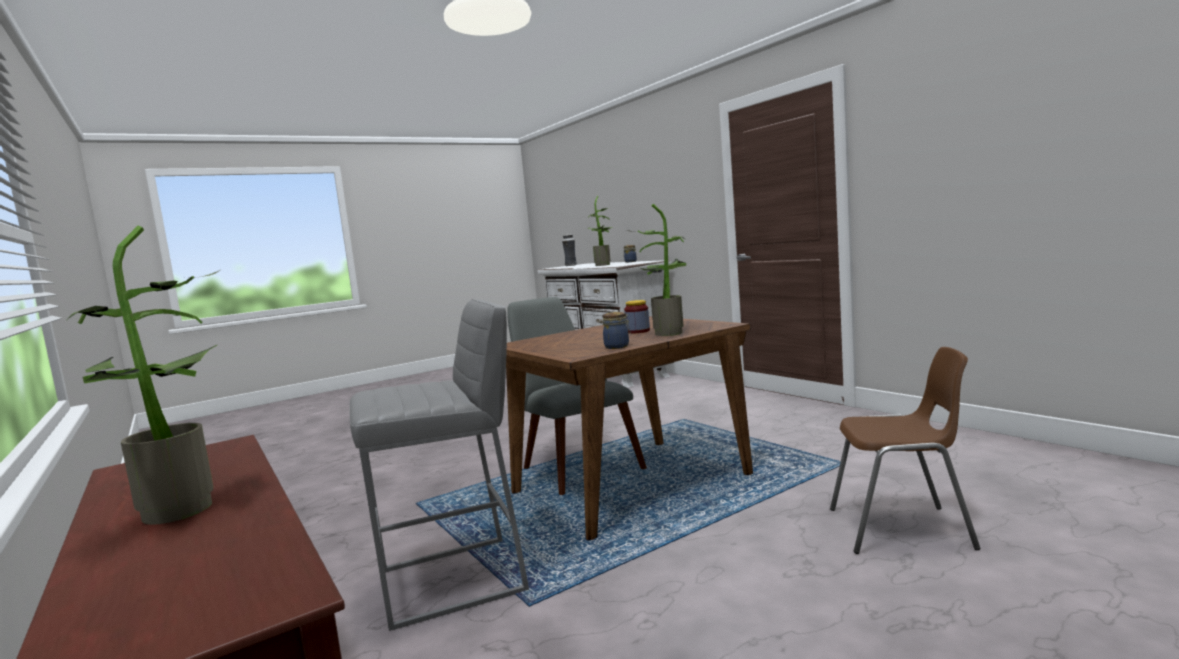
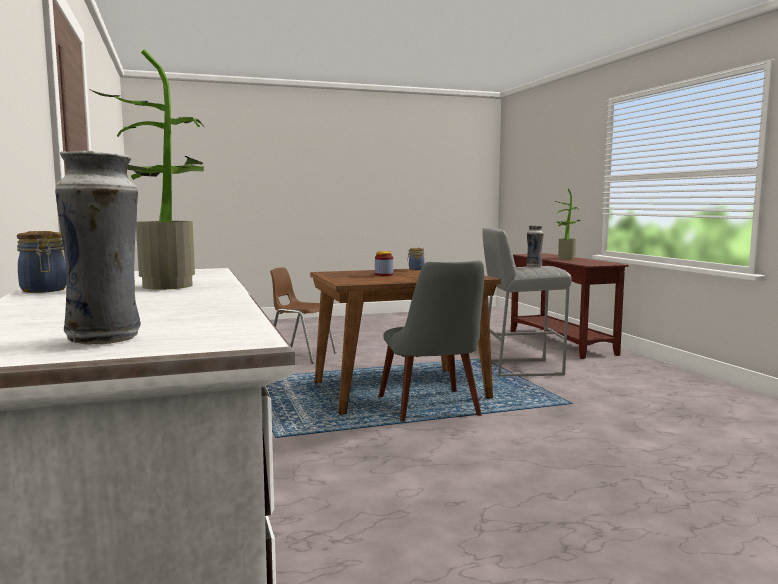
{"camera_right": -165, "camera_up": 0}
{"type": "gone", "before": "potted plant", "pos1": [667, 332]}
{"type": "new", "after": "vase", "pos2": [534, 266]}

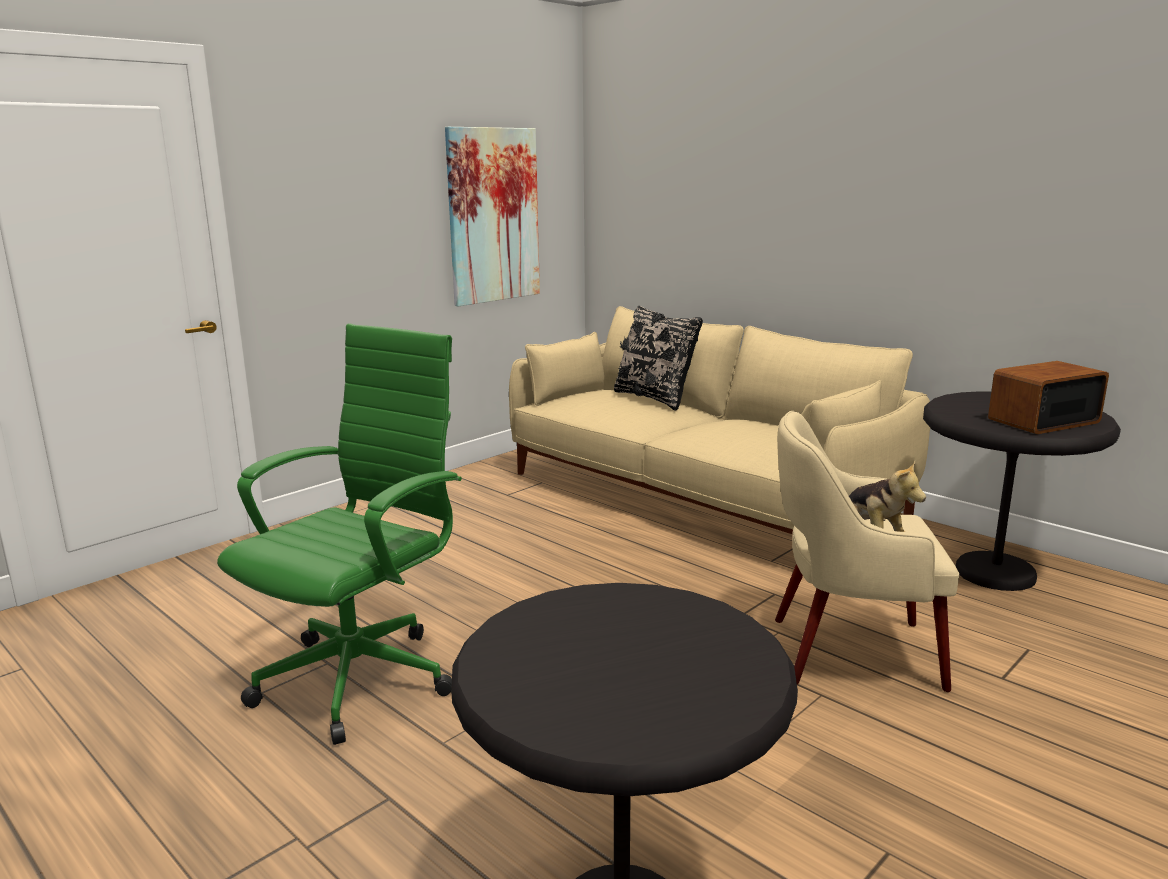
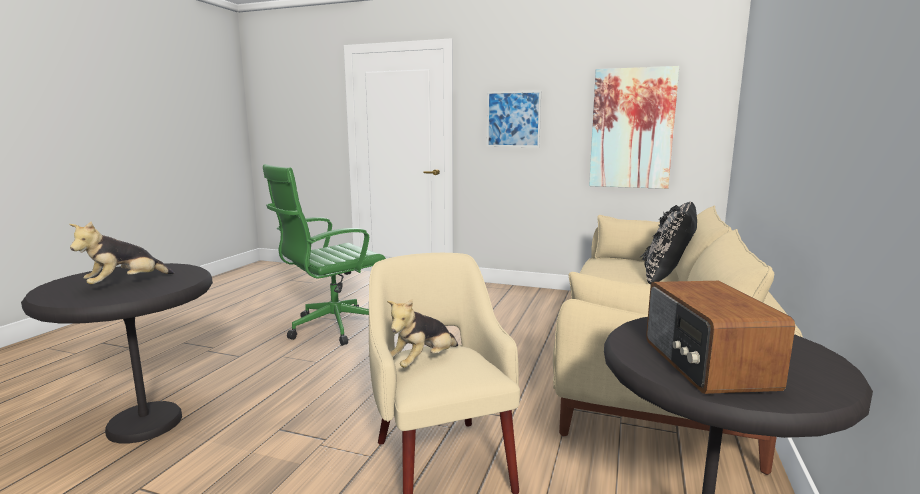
{"camera_right": 65, "camera_up": -5}
{"type": "new", "after": "plush toy", "pos2": [125, 284]}
{"type": "new", "after": "picture", "pos2": [513, 119]}
{"type": "rotated", "before": "office chair/green", "pos1": [362, 676], "pos2": [331, 328], "turn": 135}
{"type": "rotated", "before": "radio", "pos1": [1041, 421], "pos2": [705, 364], "turn": -135}

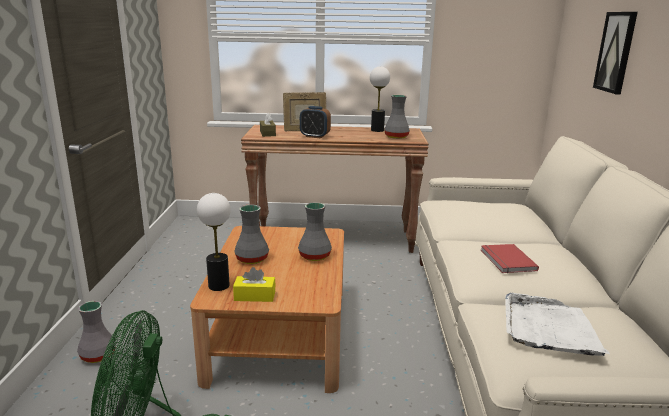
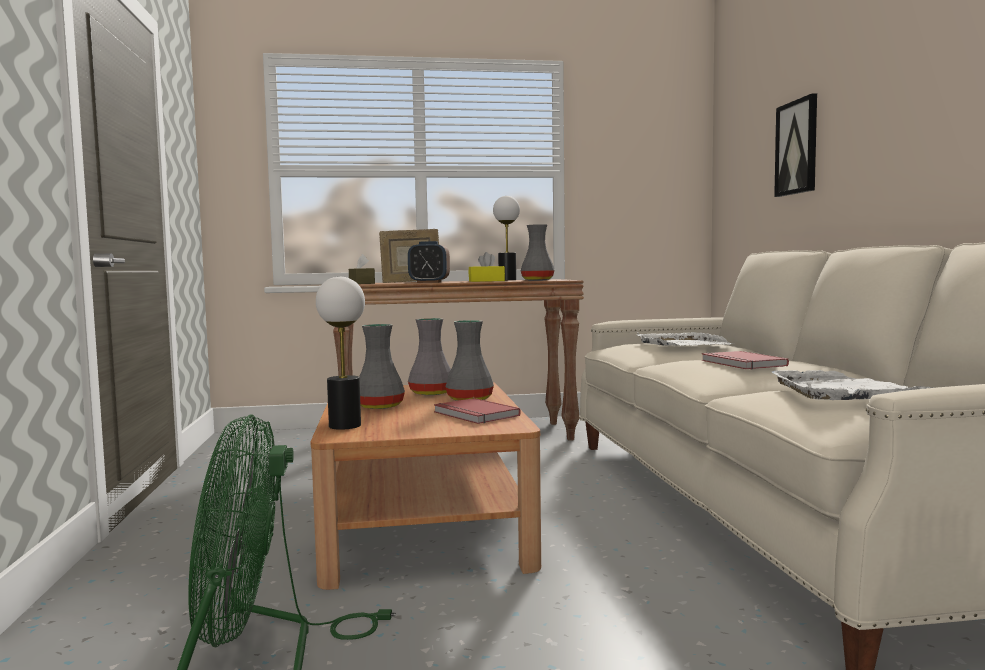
{"camera_right": -10, "camera_up": -15}
{"type": "new", "after": "book/red", "pos2": [474, 414]}
{"type": "new", "after": "tray/white", "pos2": [682, 344]}
{"type": "shifted", "before": "vase/grey", "pos1": [98, 356], "pos2": [432, 393]}
{"type": "shifted", "before": "tissue box/yellow", "pos1": [255, 296], "pos2": [486, 281]}

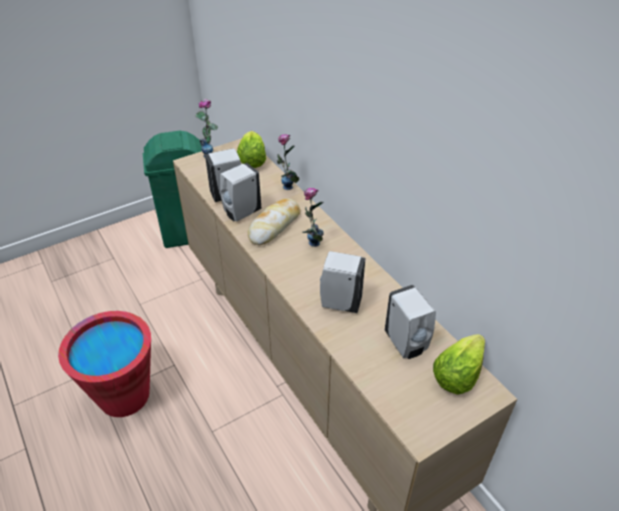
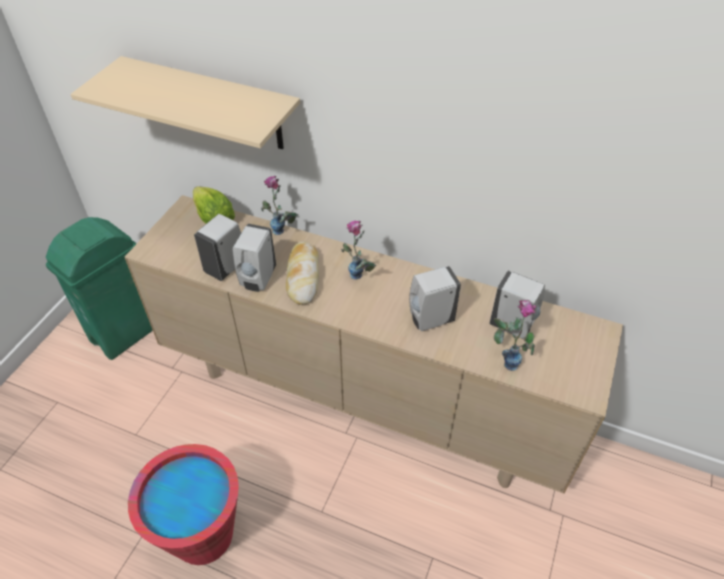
{"camera_right": -35, "camera_up": 5}
{"type": "gone", "before": "lettuce", "pos1": [457, 375]}
{"type": "new", "after": "shelf/beige", "pos2": [212, 104]}
{"type": "shifted", "before": "vase", "pos1": [211, 152], "pos2": [507, 357]}

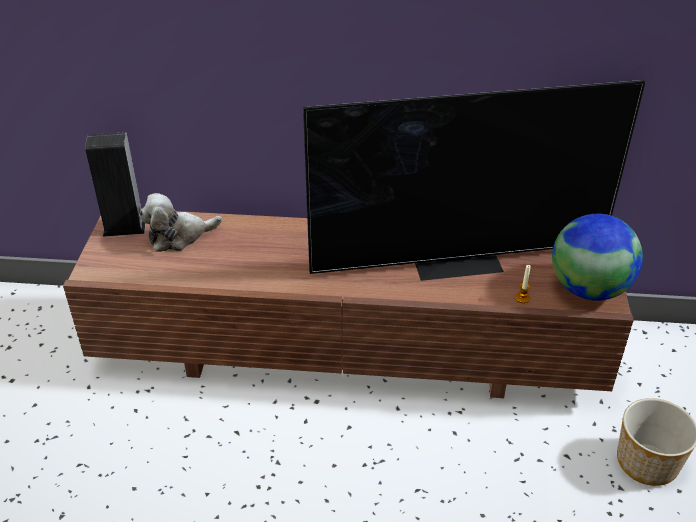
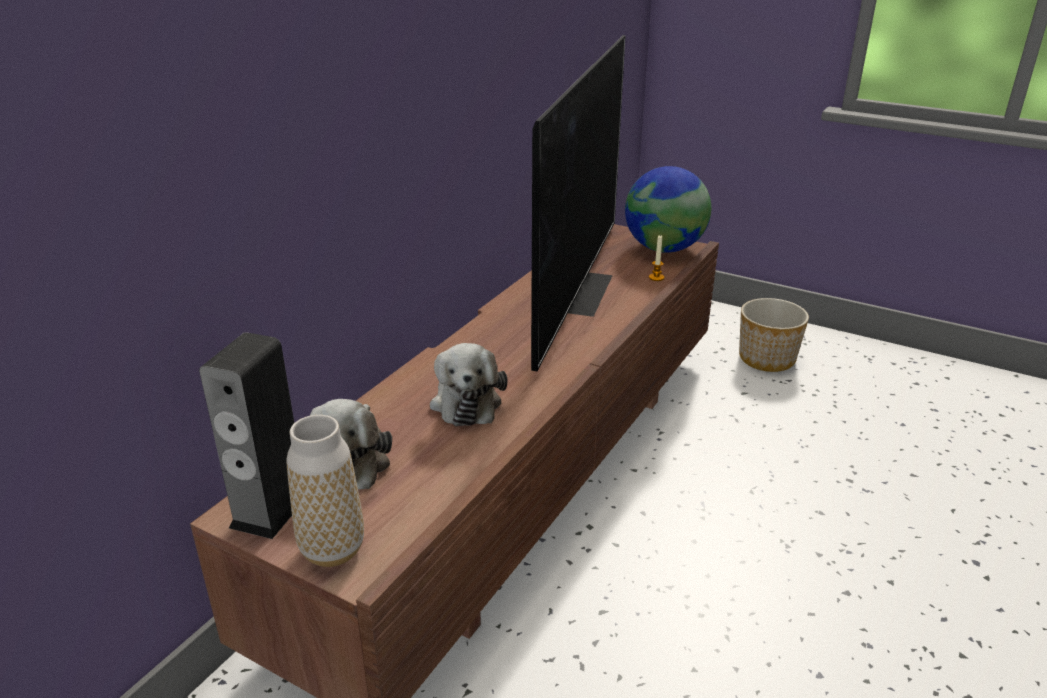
{"camera_right": -65, "camera_up": -10}
{"type": "new", "after": "vase", "pos2": [332, 550]}
{"type": "new", "after": "plush toy", "pos2": [466, 402]}

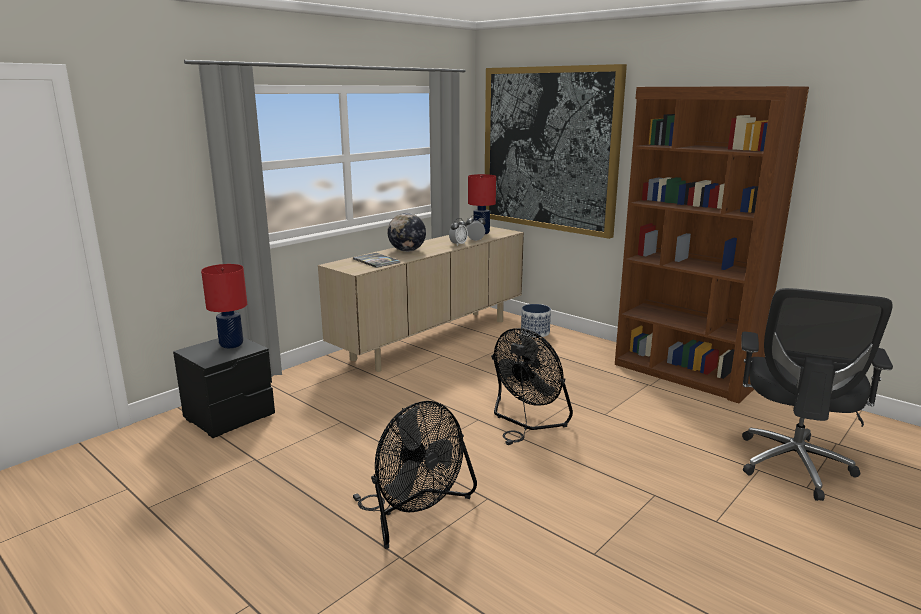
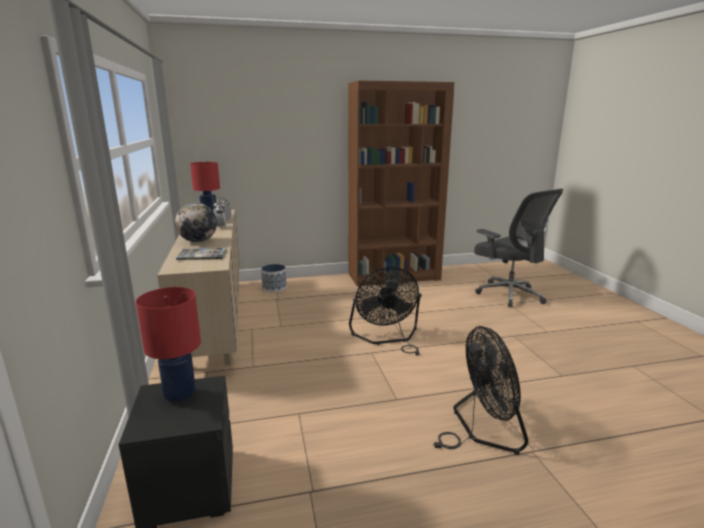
{"camera_right": -55, "camera_up": 0}
{"type": "gone", "before": "picture", "pos1": [549, 149]}

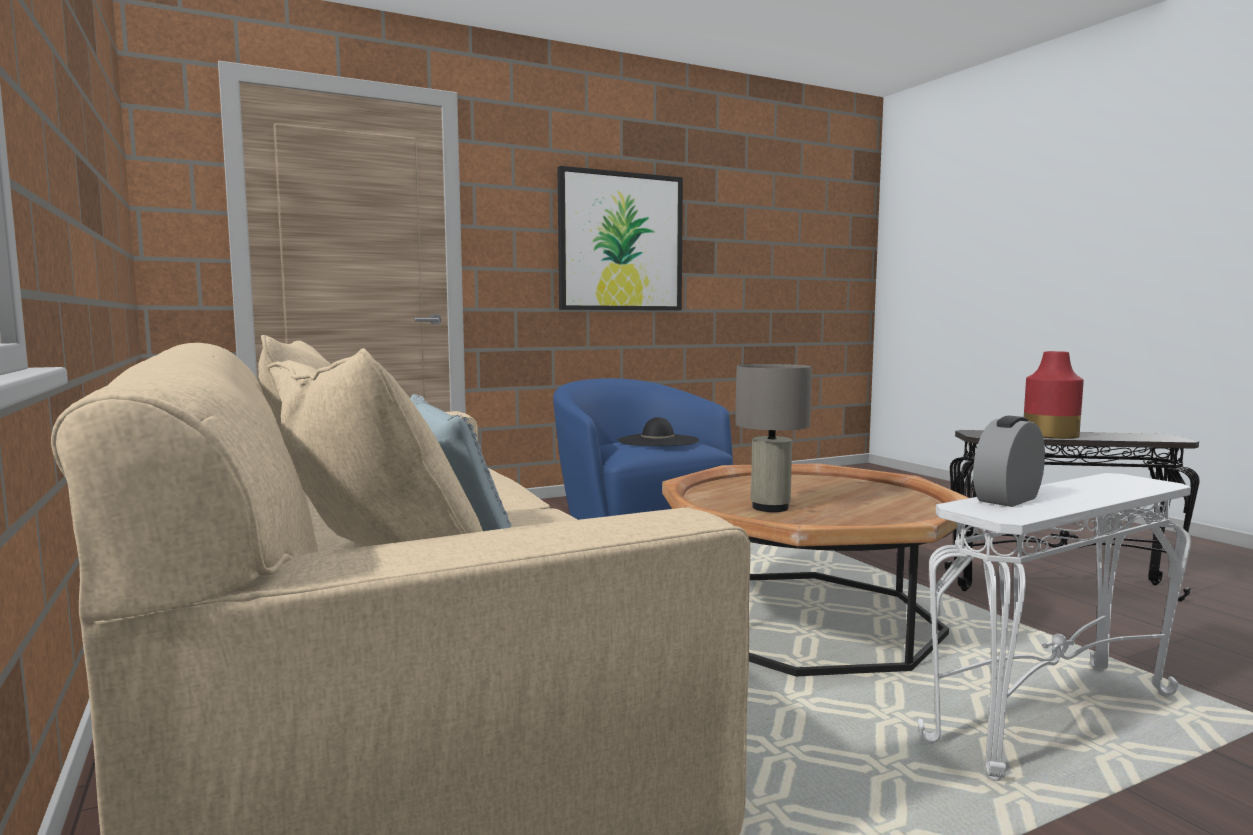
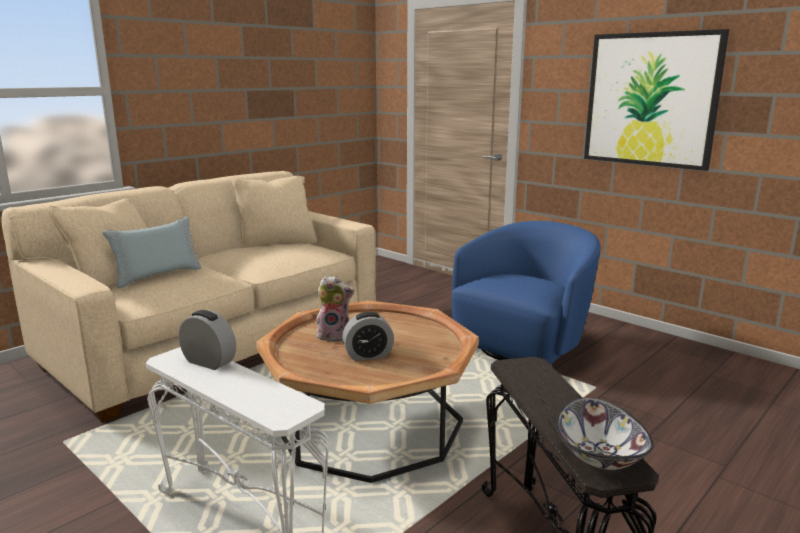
{"camera_right": 70, "camera_up": 10}
{"type": "gone", "before": "hat/black", "pos1": [658, 441]}
{"type": "gone", "before": "vase/red", "pos1": [1050, 434]}
{"type": "new", "after": "alarm clock", "pos2": [368, 355]}
{"type": "new", "after": "bowl", "pos2": [601, 456]}
{"type": "swapped", "before": "table lamp/grey", "after": "plush toy", "pos1": [771, 508], "pos2": [335, 336]}

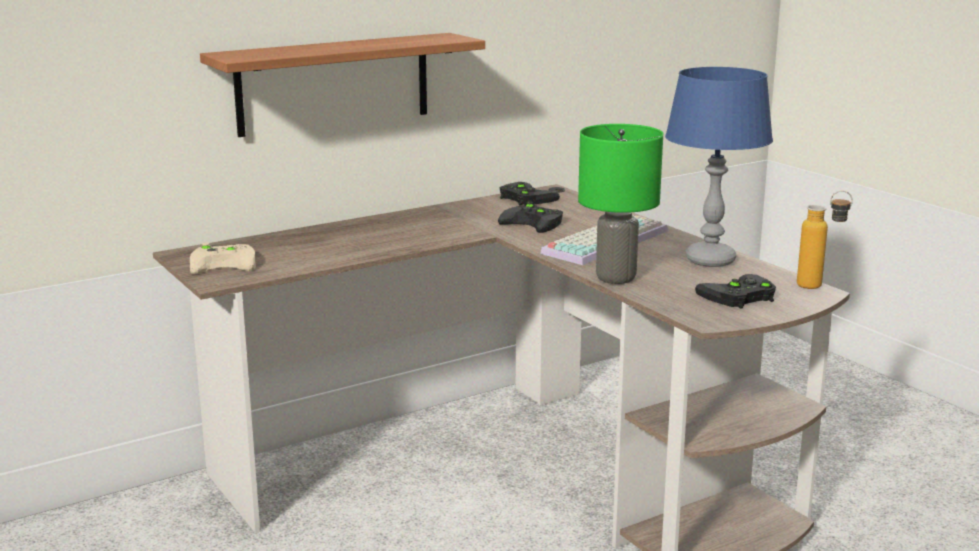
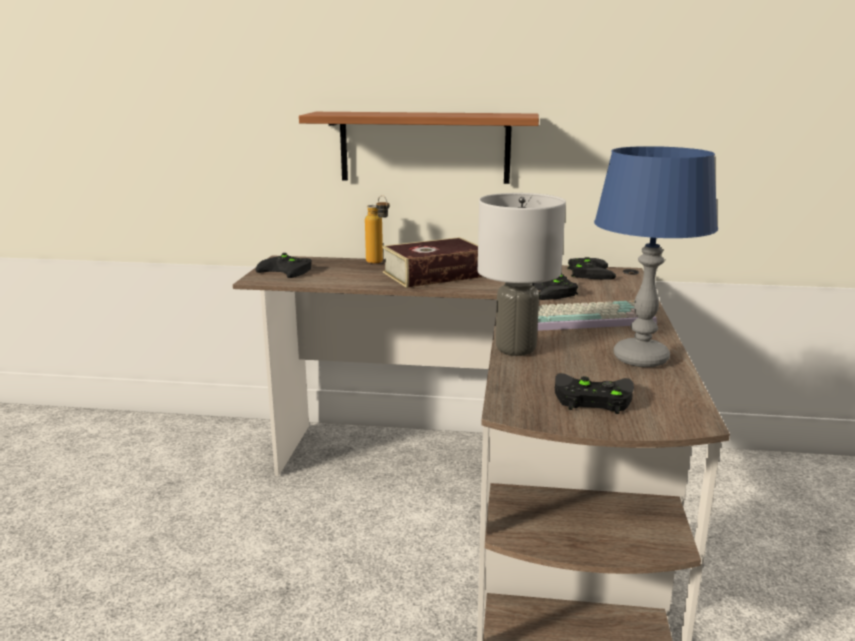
{"camera_right": 40, "camera_up": 0}
{"type": "new", "after": "book", "pos2": [434, 274]}
{"type": "shifted", "before": "bottle", "pos1": [819, 286], "pos2": [378, 263]}
{"type": "repainted", "before": "game controller/beige", "after": "game controller/black", "pos1": [225, 263], "pos2": [288, 270]}
{"type": "repainted", "before": "table lamp/green", "after": "table lamp/white", "pos1": [616, 278], "pos2": [517, 349]}

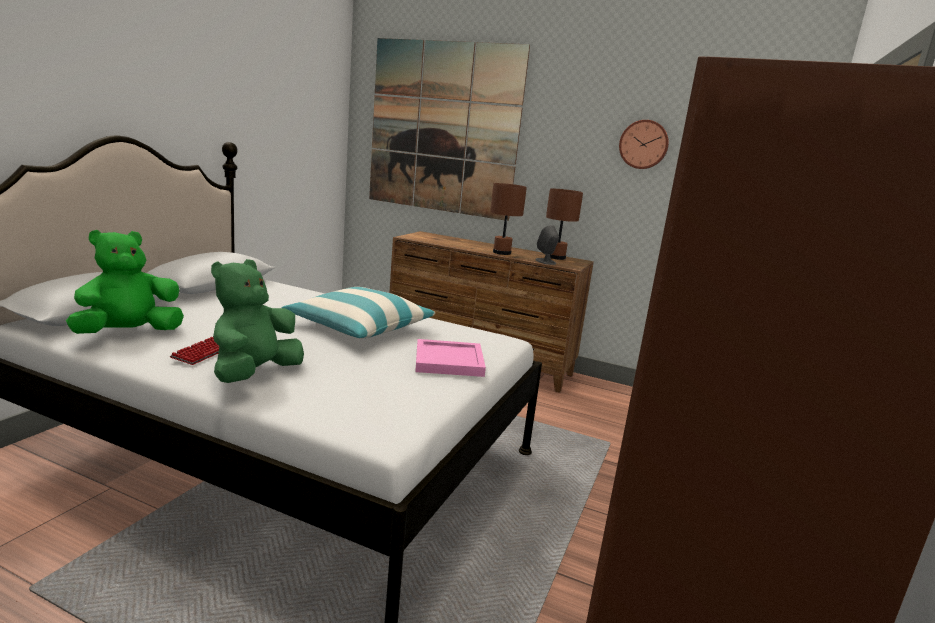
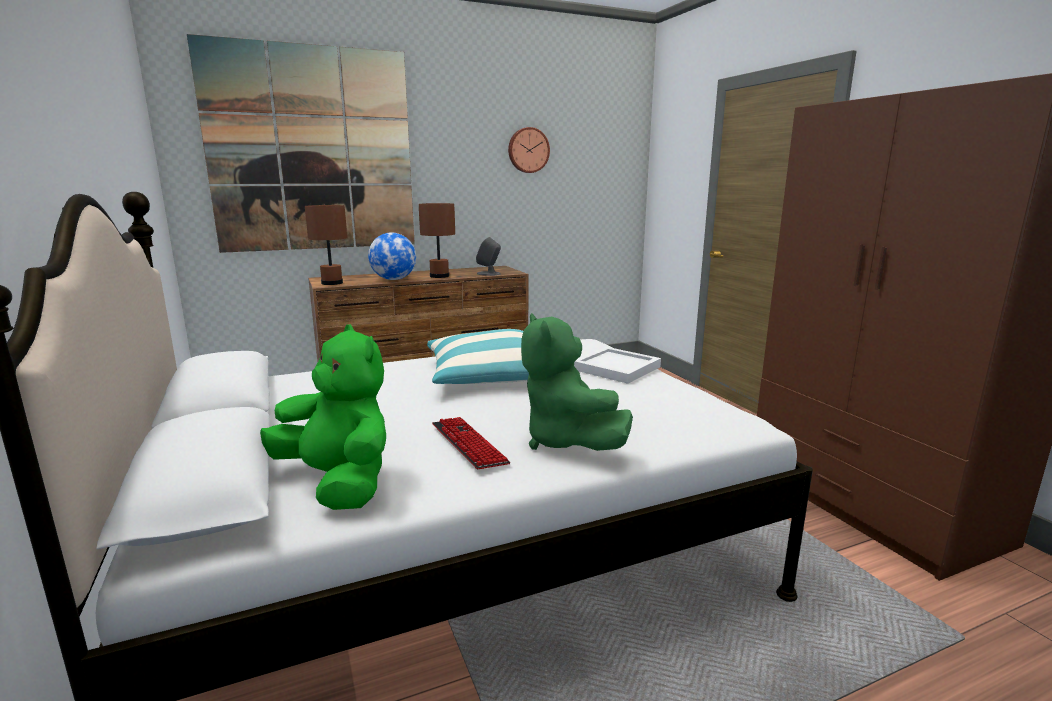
{"camera_right": -45, "camera_up": 0}
{"type": "new", "after": "globe", "pos2": [394, 279]}
{"type": "shifted", "before": "table lamp/brown", "pos1": [556, 257], "pos2": [332, 283]}
{"type": "repainted", "before": "tray/pink", "after": "tray/white", "pos1": [450, 361], "pos2": [616, 367]}
{"type": "rotated", "before": "plush toy/green", "pos1": [129, 333], "pos2": [338, 482], "turn": 135}

